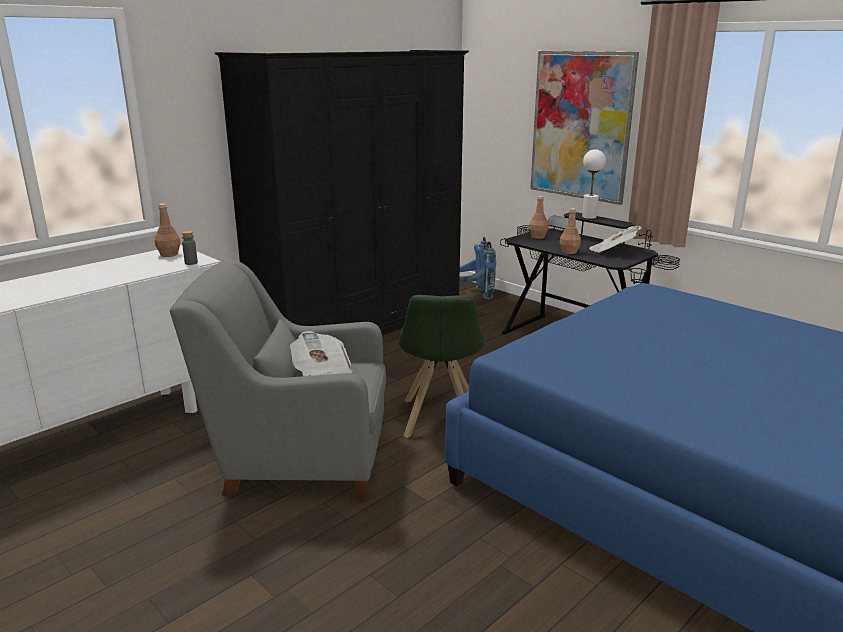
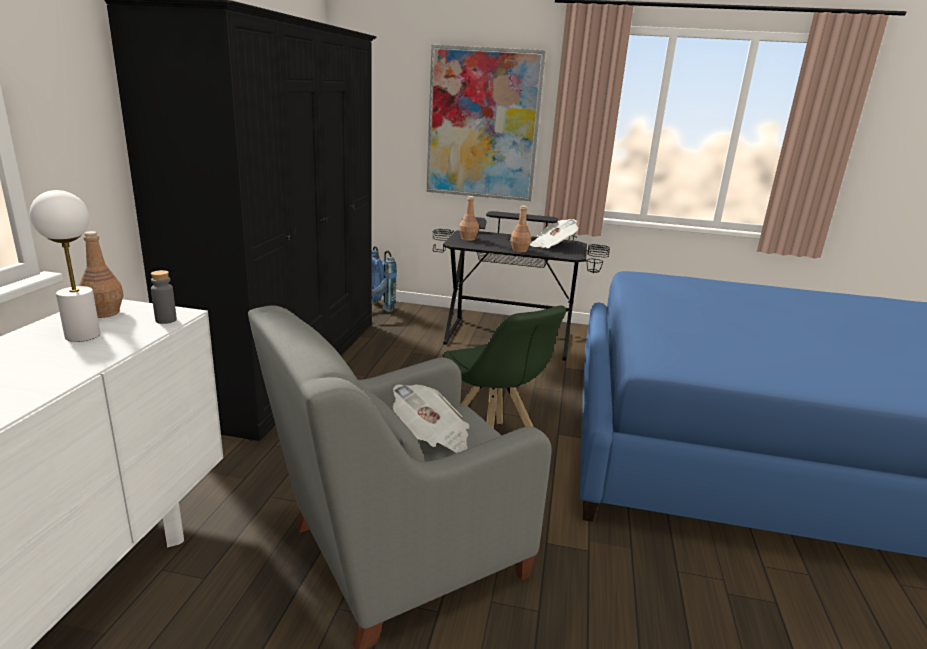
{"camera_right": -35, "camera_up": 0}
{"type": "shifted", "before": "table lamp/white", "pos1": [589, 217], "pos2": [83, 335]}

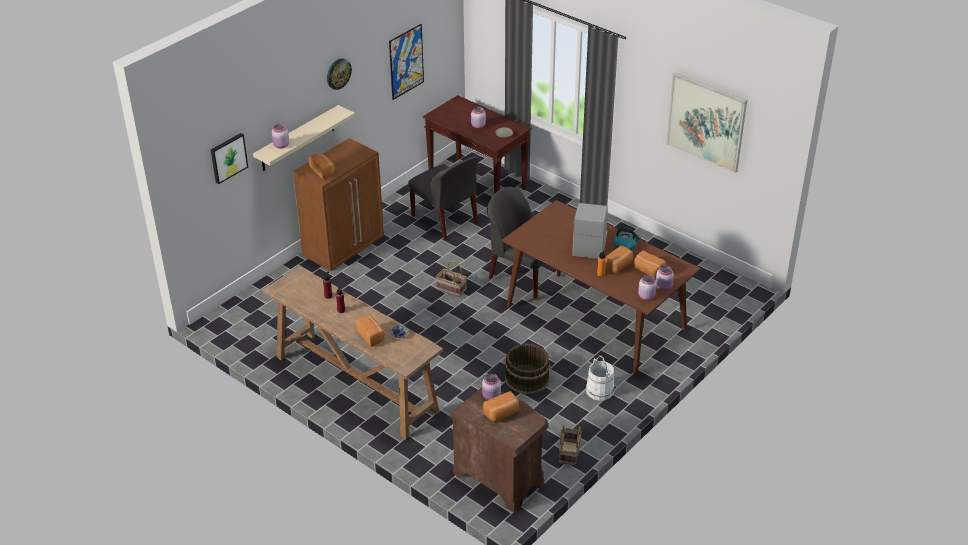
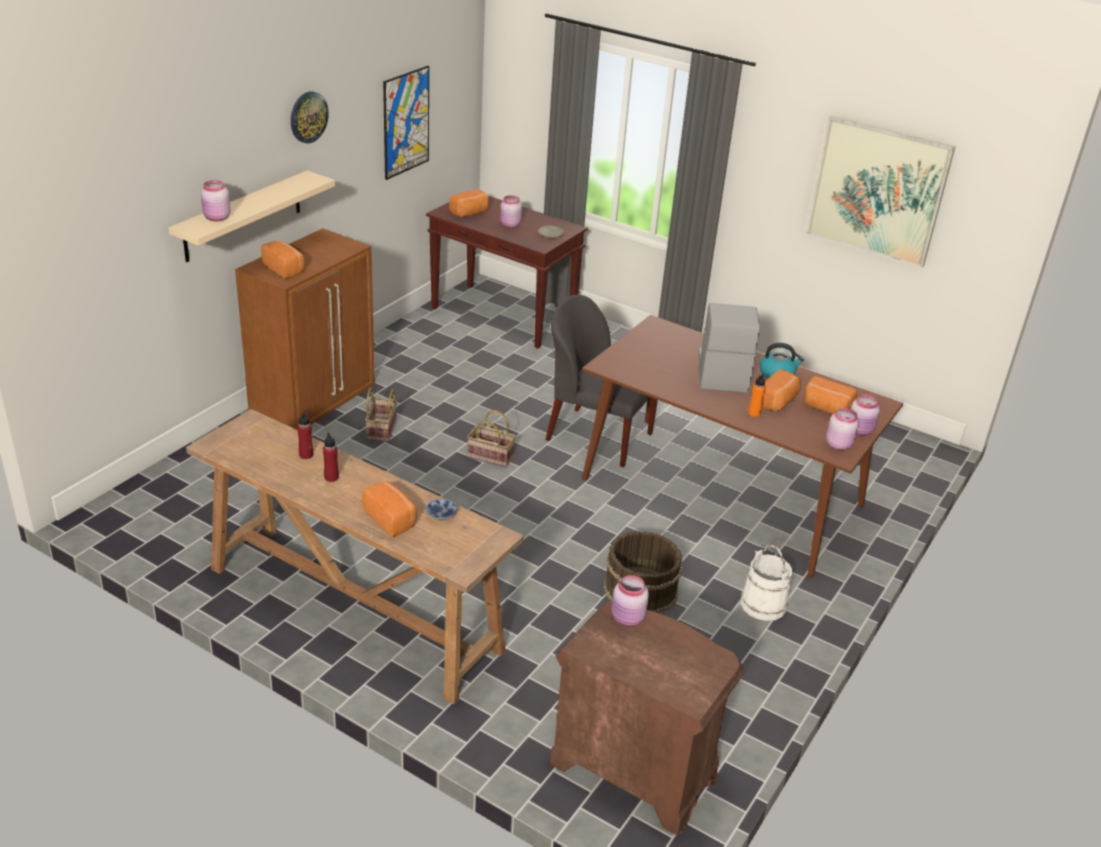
{"camera_right": -10, "camera_up": -5}
{"type": "gone", "before": "picture", "pos1": [228, 157]}
{"type": "gone", "before": "chair/grey", "pos1": [445, 220]}
{"type": "shifted", "before": "bread", "pos1": [502, 414], "pos2": [470, 213]}
{"type": "shifted", "before": "basket", "pos1": [569, 452], "pos2": [381, 429]}

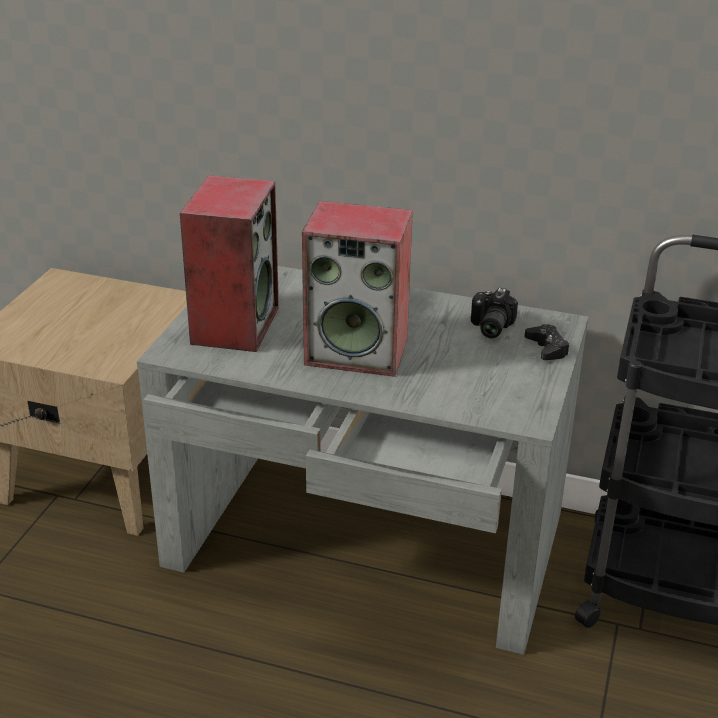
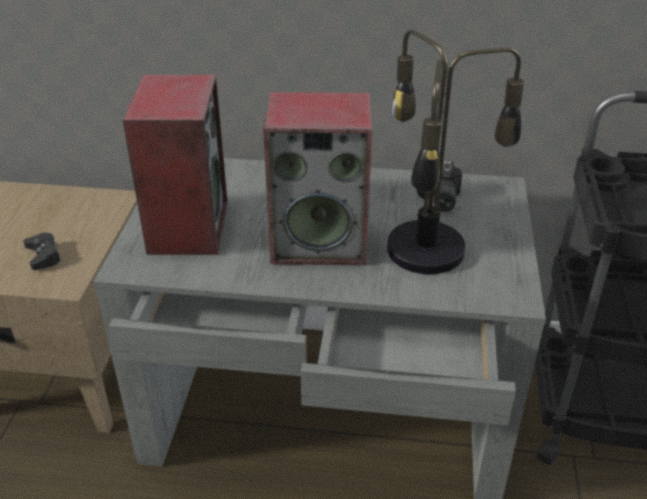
{"camera_right": -10, "camera_up": 5}
{"type": "new", "after": "table lamp", "pos2": [427, 250]}
{"type": "shifted", "before": "game controller/black", "pos1": [547, 348], "pos2": [44, 256]}

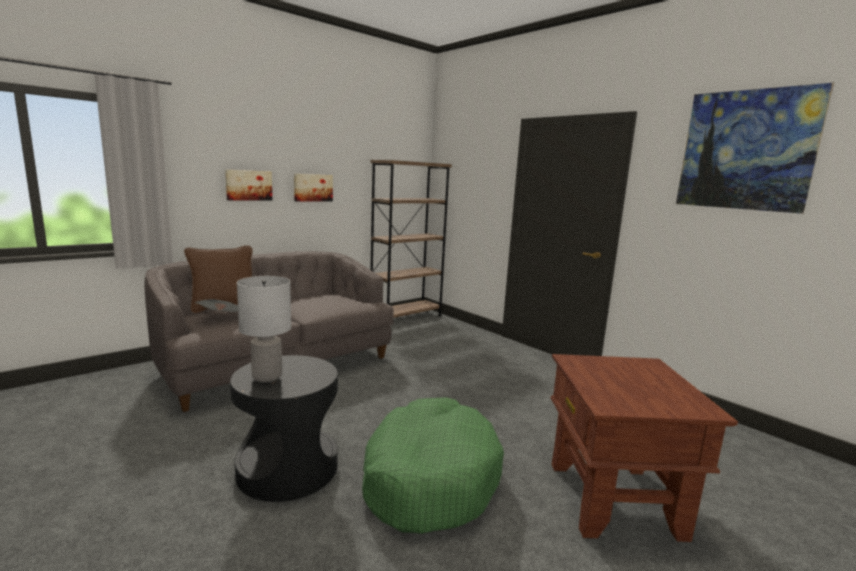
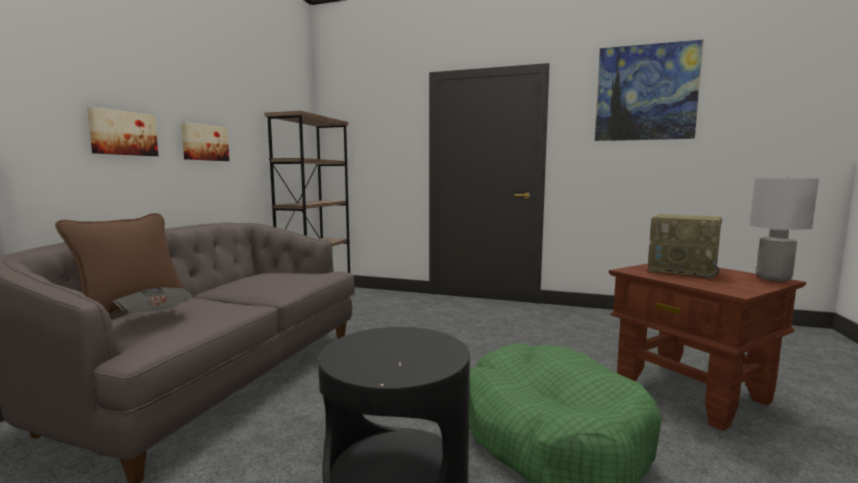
{"camera_right": -30, "camera_up": -5}
{"type": "new", "after": "radio", "pos2": [683, 271]}
{"type": "shifted", "before": "table lamp/grey", "pos1": [267, 378], "pos2": [772, 279]}

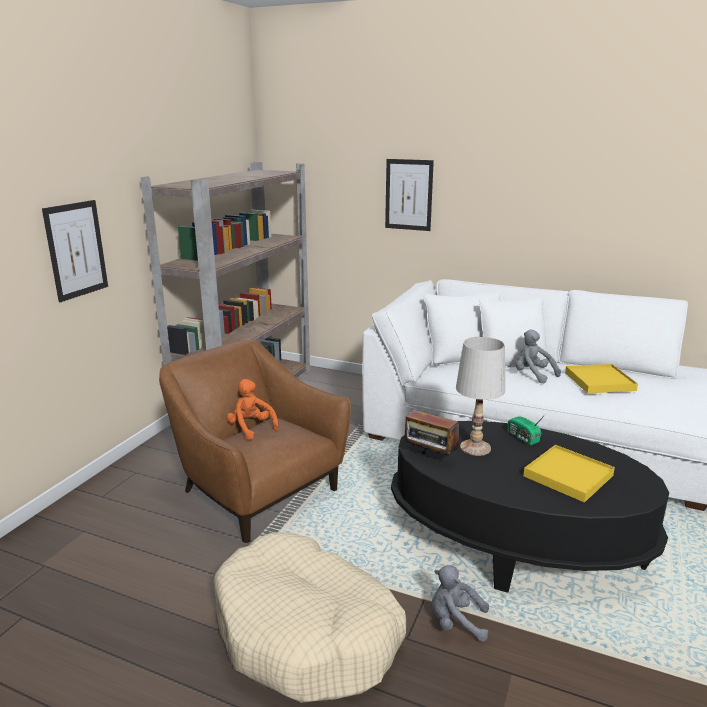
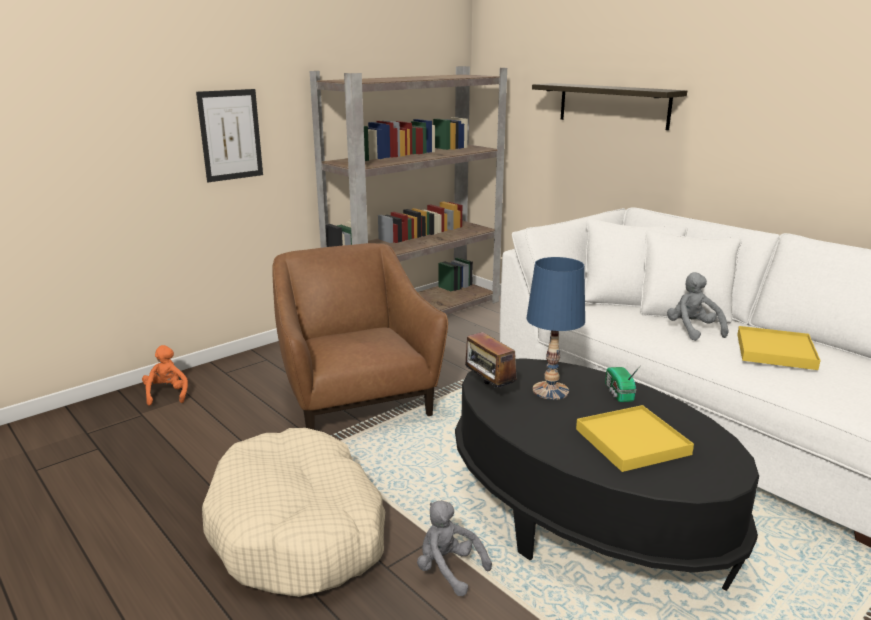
{"camera_right": 25, "camera_up": 0}
{"type": "shifted", "before": "plush toy/orange", "pos1": [251, 428], "pos2": [167, 394]}
{"type": "swapped", "before": "picture", "after": "shelf", "pos1": [408, 195], "pos2": [613, 105]}
{"type": "repainted", "before": "table lamp/white", "after": "table lamp/blue", "pos1": [475, 448], "pos2": [550, 391]}

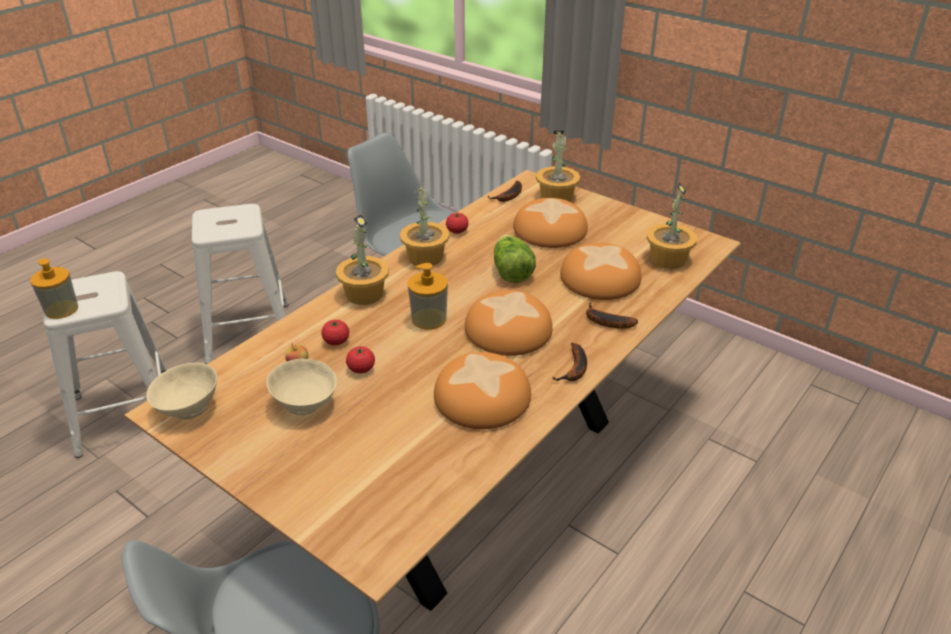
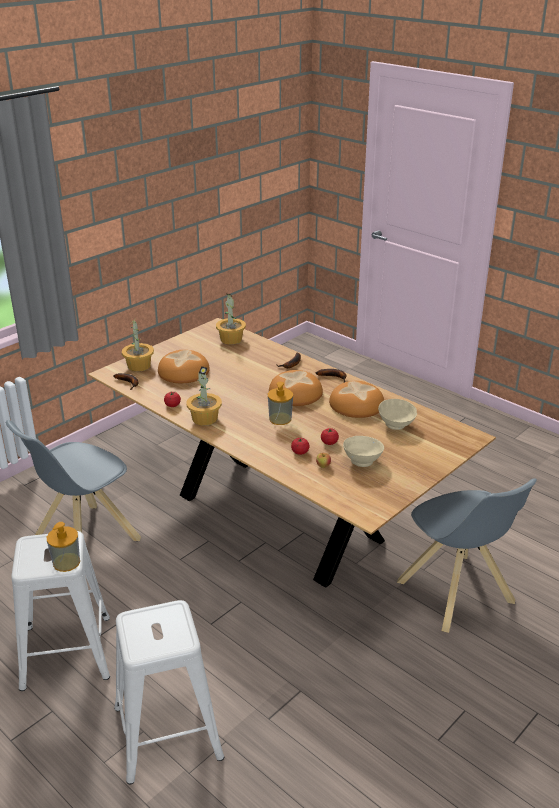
{"camera_right": -85, "camera_up": -5}
{"type": "gone", "before": "potted plant", "pos1": [364, 293]}
{"type": "gone", "before": "lettuce", "pos1": [511, 271]}
{"type": "gone", "before": "bread", "pos1": [599, 278]}
{"type": "shifted", "before": "soap dispenser", "pos1": [61, 309], "pos2": [66, 562]}
{"type": "shifted", "before": "bowl/beige", "pos1": [188, 408], "pos2": [395, 425]}

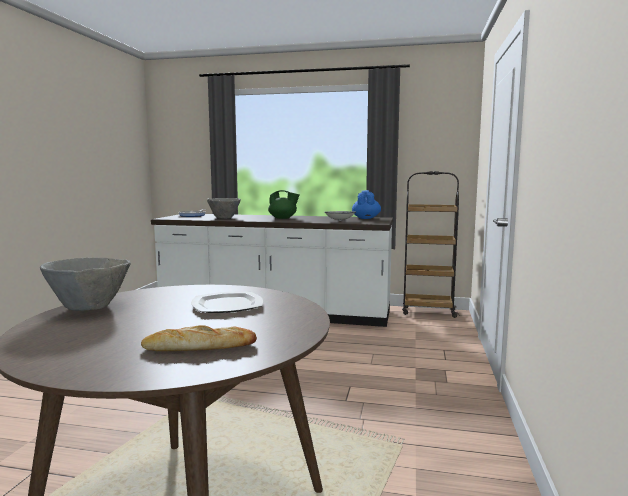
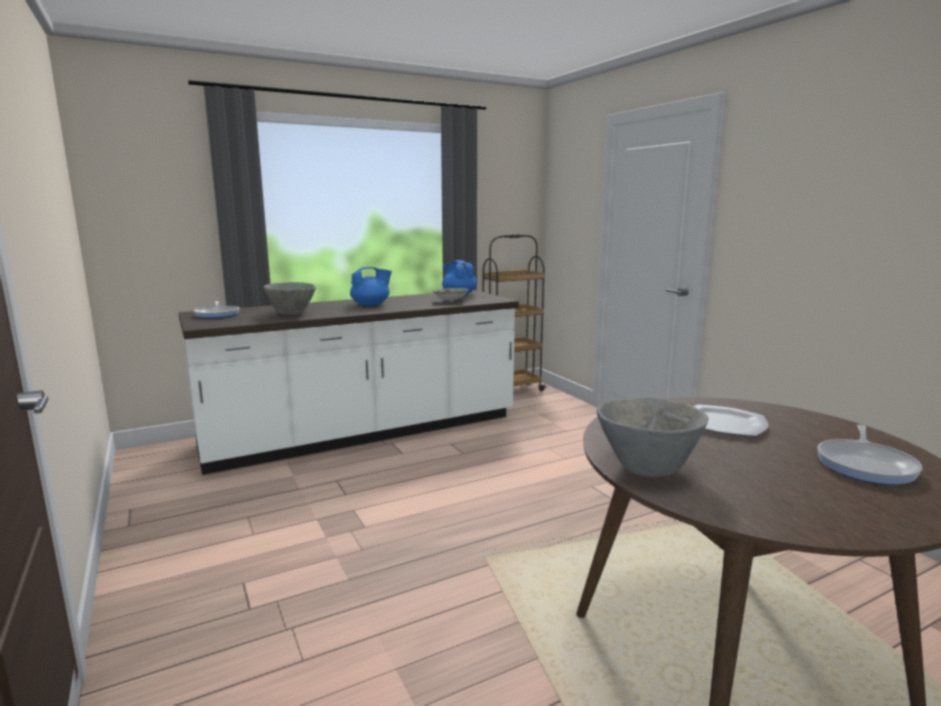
{"camera_right": -40, "camera_up": 5}
{"type": "swapped", "before": "bread", "after": "frying pan", "pos1": [200, 346], "pos2": [866, 465]}
{"type": "repainted", "before": "teapot/green", "after": "teapot/blue", "pos1": [283, 218], "pos2": [371, 305]}

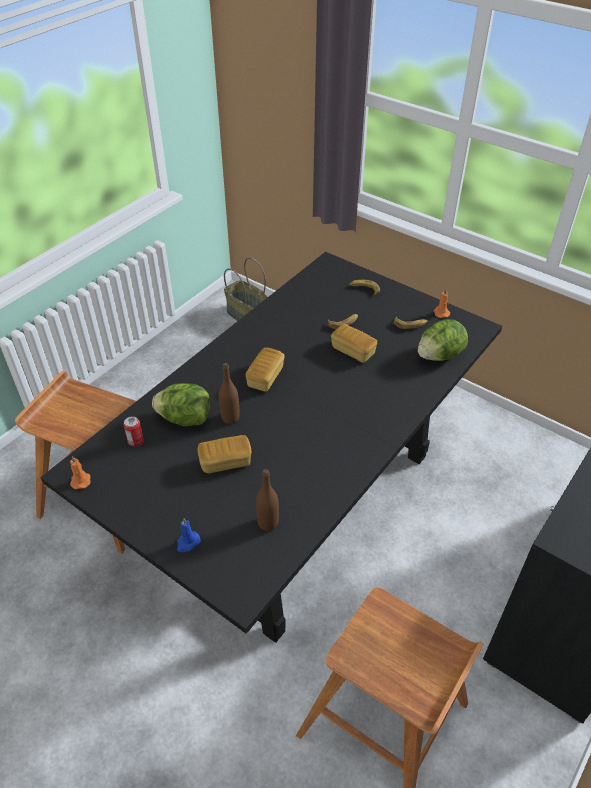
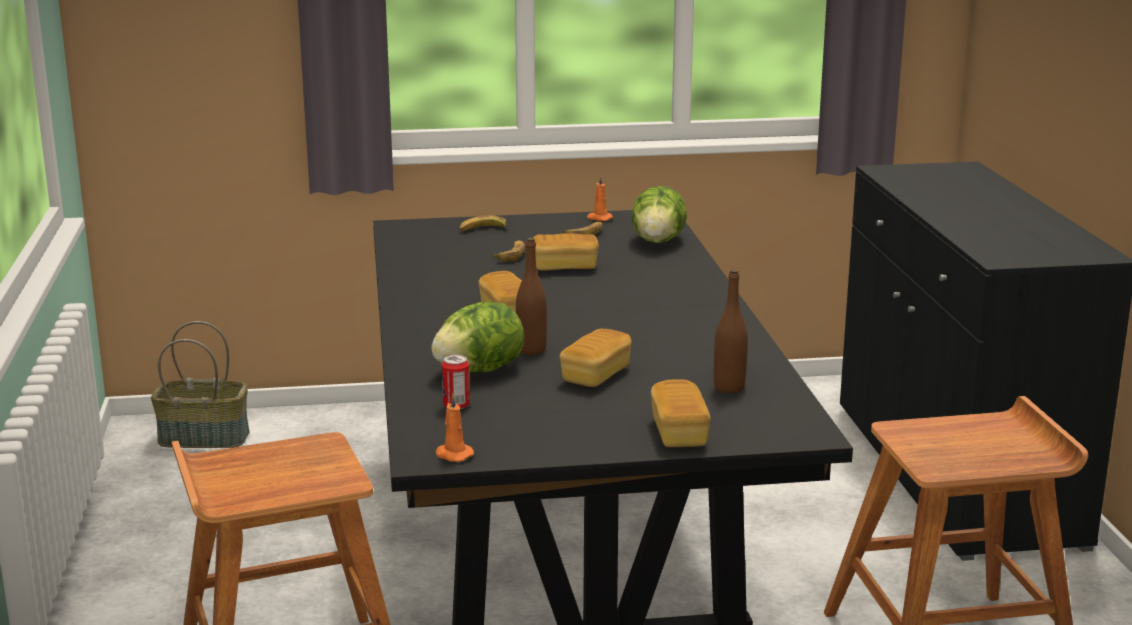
{"camera_right": -45, "camera_up": -25}
{"type": "swapped", "before": "candle/blue", "after": "bread", "pos1": [187, 543], "pos2": [679, 433]}

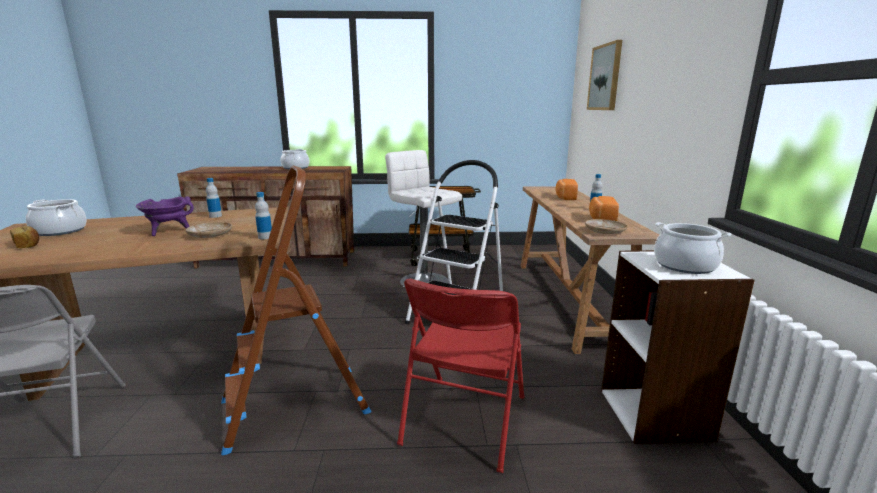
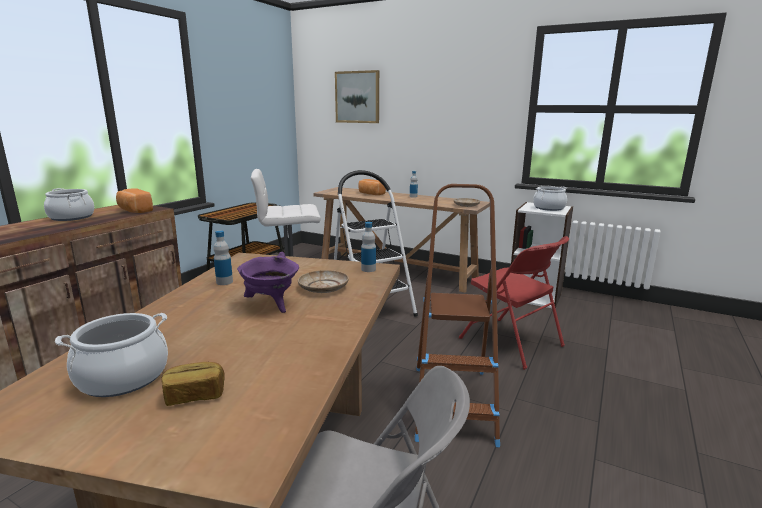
{"camera_right": -60, "camera_up": 0}
{"type": "shifted", "before": "bread", "pos1": [601, 219], "pos2": [134, 210]}

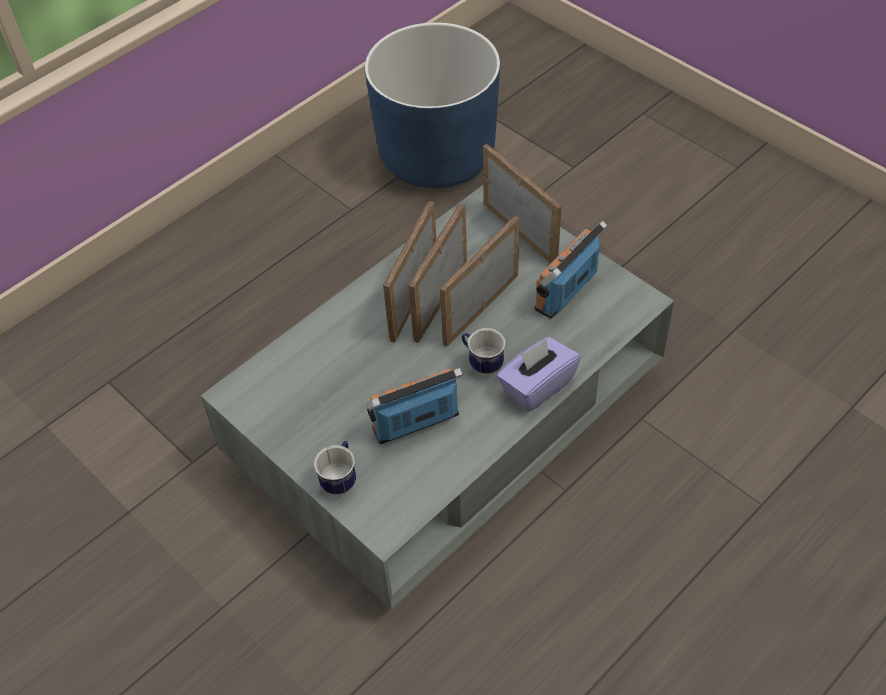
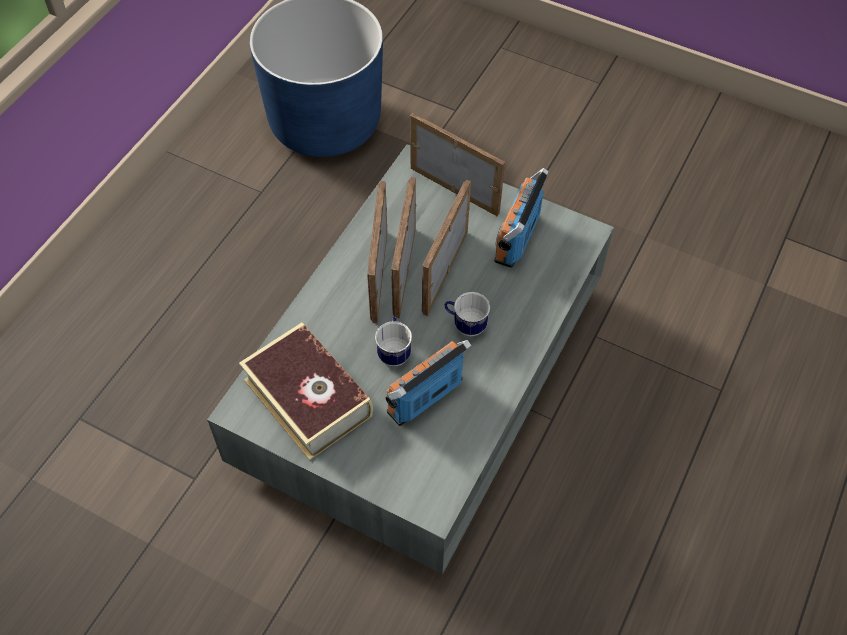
{"camera_right": -20, "camera_up": 5}
{"type": "gone", "before": "tissue box/purple", "pos1": [537, 386]}
{"type": "new", "after": "book", "pos2": [308, 398]}
{"type": "shifted", "before": "mug", "pos1": [340, 479], "pos2": [394, 351]}

